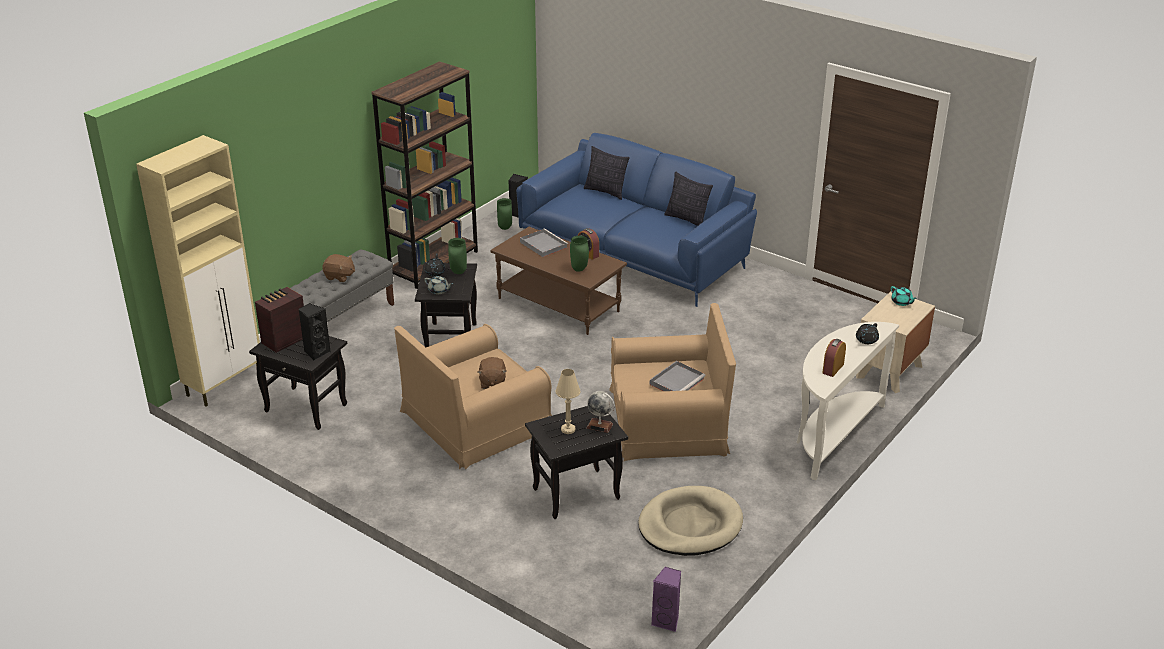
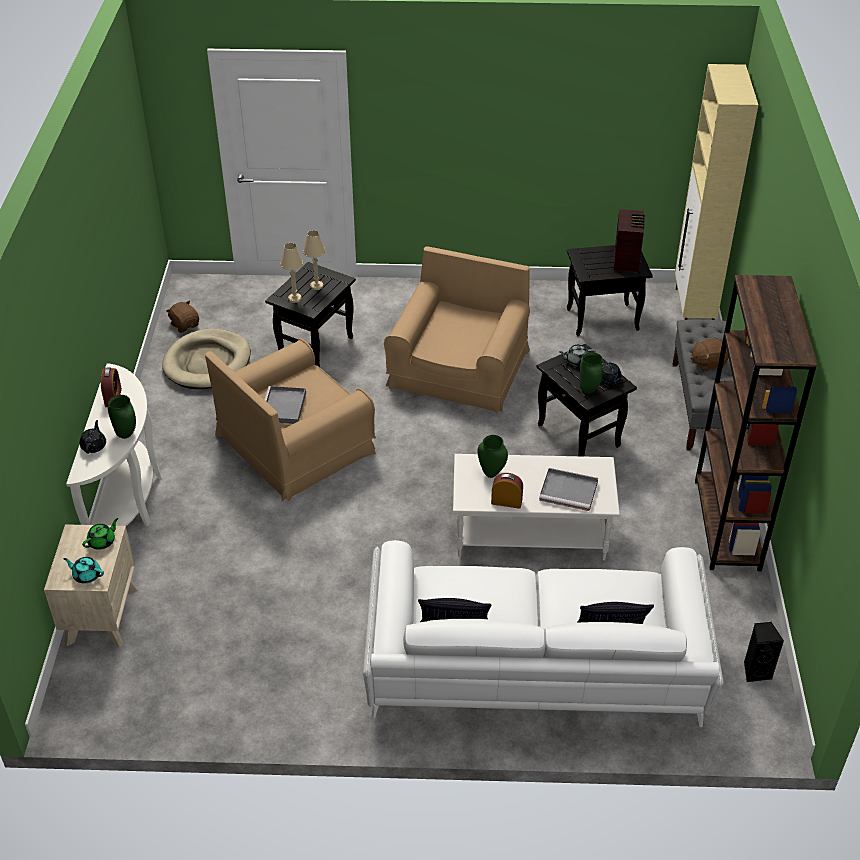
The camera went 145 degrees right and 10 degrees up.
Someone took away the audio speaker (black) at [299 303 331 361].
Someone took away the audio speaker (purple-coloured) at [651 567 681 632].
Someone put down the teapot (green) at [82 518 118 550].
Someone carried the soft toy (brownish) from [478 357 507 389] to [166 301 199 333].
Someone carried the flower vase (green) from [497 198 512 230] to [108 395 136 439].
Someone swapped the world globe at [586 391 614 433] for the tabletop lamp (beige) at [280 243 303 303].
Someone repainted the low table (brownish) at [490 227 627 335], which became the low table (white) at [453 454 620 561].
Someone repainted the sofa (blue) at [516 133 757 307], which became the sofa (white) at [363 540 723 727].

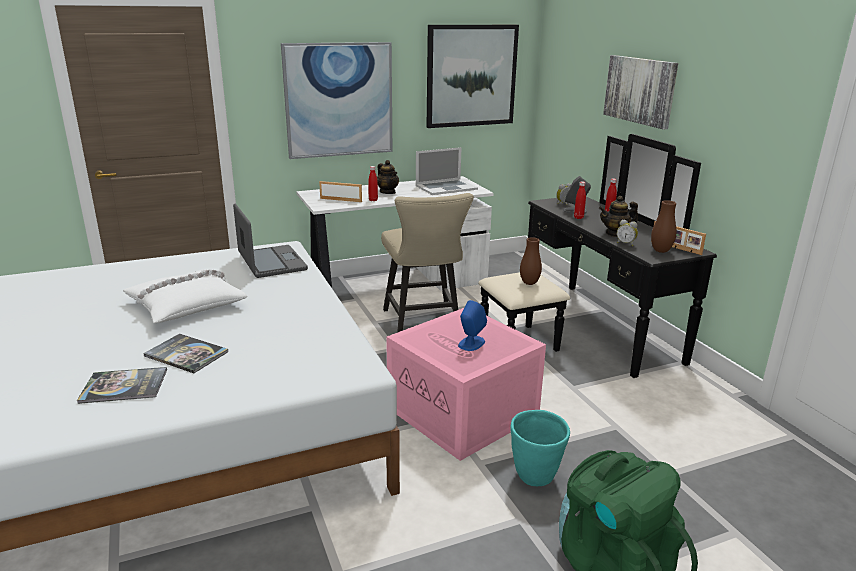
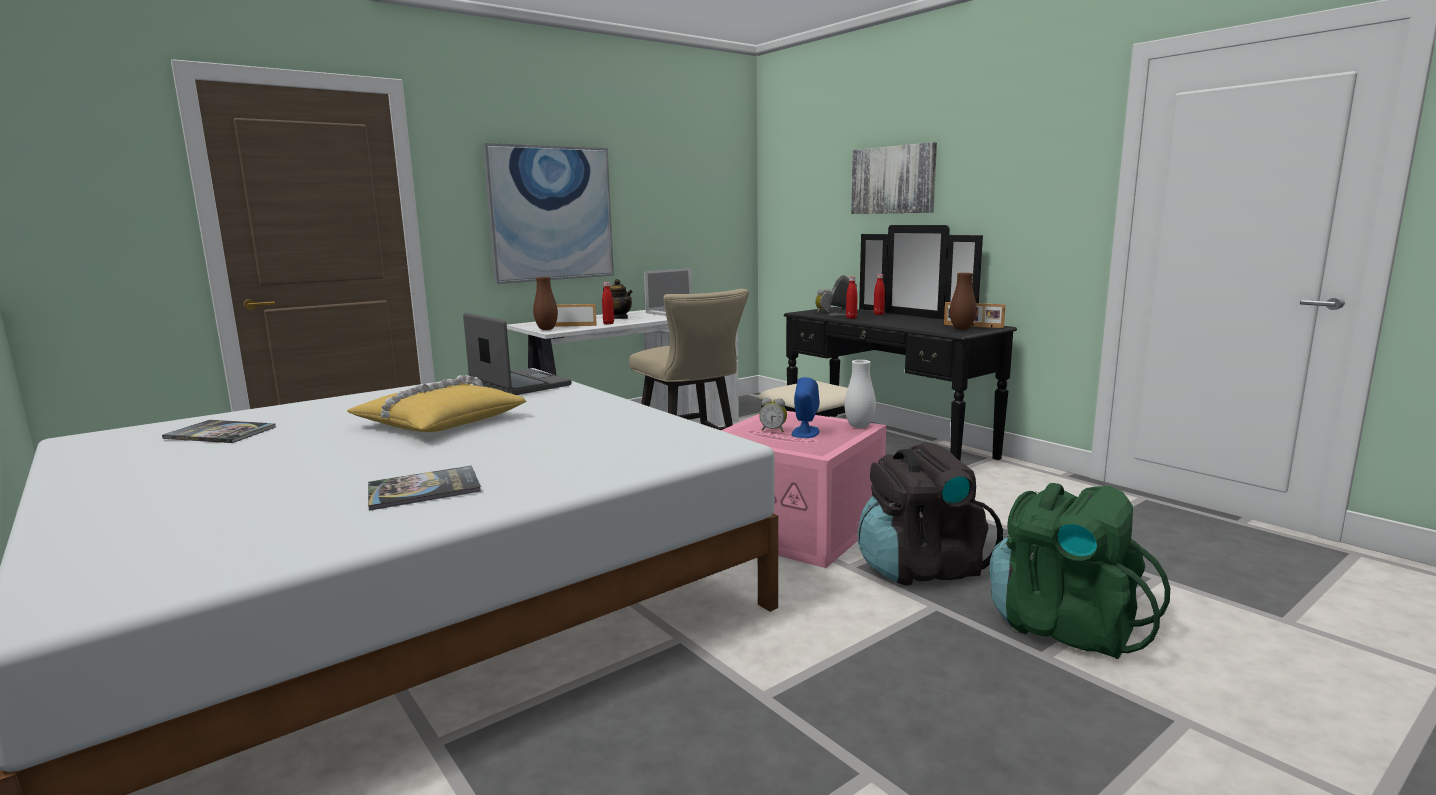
The camera went 15 degrees left and 10 degrees down.
Someone took away the wall picture at [427 25 519 128].
Someone took away the teapot at [599 196 638 237].
Someone put down the flower vase (white) at [844 360 876 428].
Someone carried the volume from [143 334 228 373] to [162 420 276 443].
Someone carried the flower vase (brownish) from [520 237 542 285] to [533 277 558 330].
Someone carried the table clock from [617 219 638 246] to [759 398 787 432].
Someone swapped the planter (turquoise) at [511 410 570 486] for the rucksack (black) at [858 442 1003 585].
Someone repainted the throw pillow (white) at [123 269 247 323], which became the throw pillow (yellowish) at [347 375 526 432].

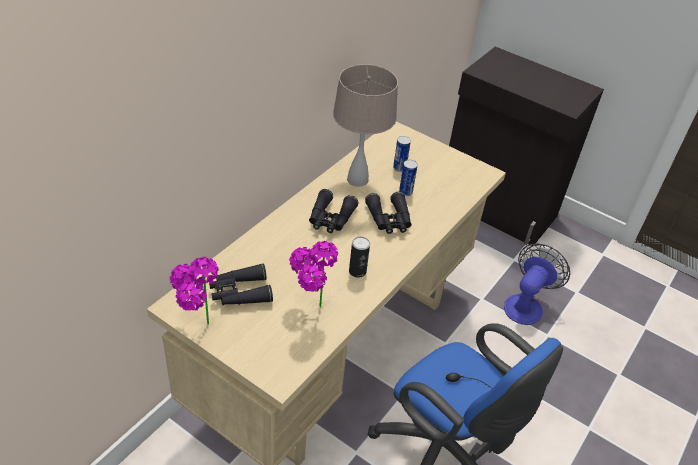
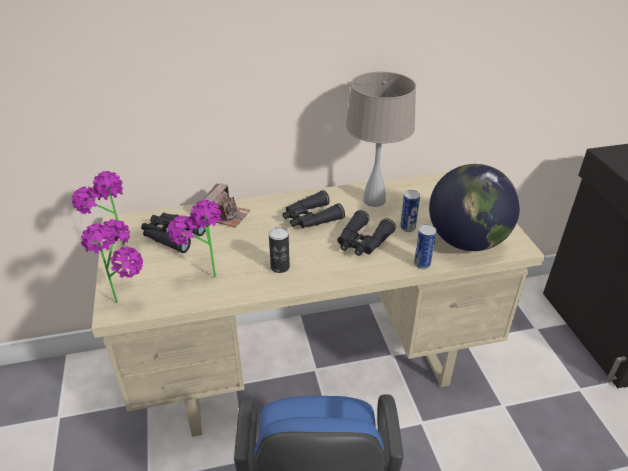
The camera went 45 degrees right and 5 degrees down.
Someone took away the cooling fan at [504 244 570 325].
Someone put down the potted plant at [81 219 143 303].
Someone put down the still camera at [203 183 250 228].
Someone put down the world globe at [429 164 520 251].
Someone carried the metal can from [393 136 411 172] to [414 225 436 269].

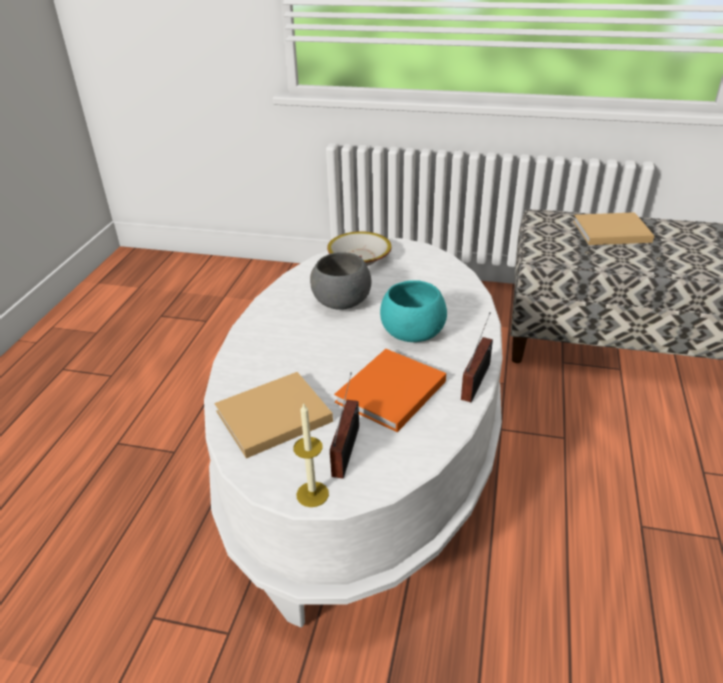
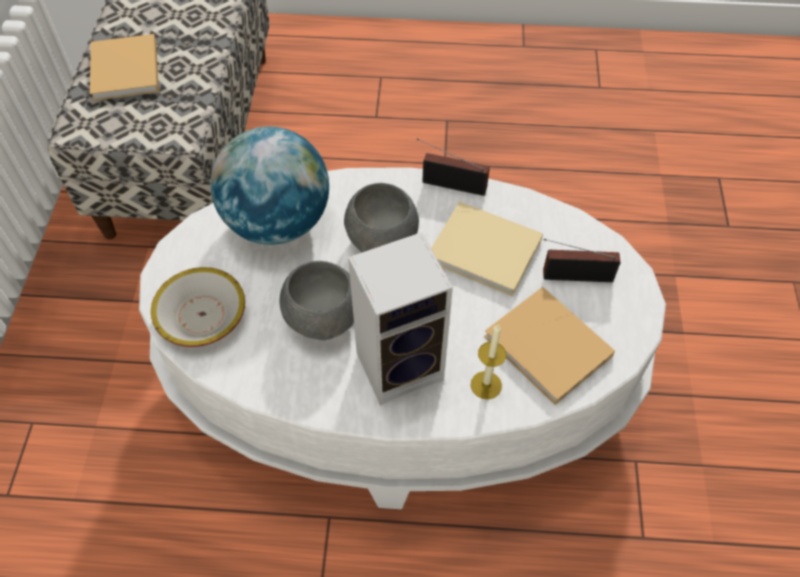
The camera went 100 degrees left and 20 degrees up.
Someone put down the world globe at [211 126 329 245].
Someone put down the audio speaker at [348 232 453 406].
Someone carried the wax light from [293 402 329 507] to [471 325 506 399].
Someone repainted the volume (orange) at [334 349 446 432], which became the volume (beige) at [431 201 543 296].
Someone repainted the deep dish (turquoise) at [380 280 447 342], which became the deep dish (grey) at [344 183 419 252].

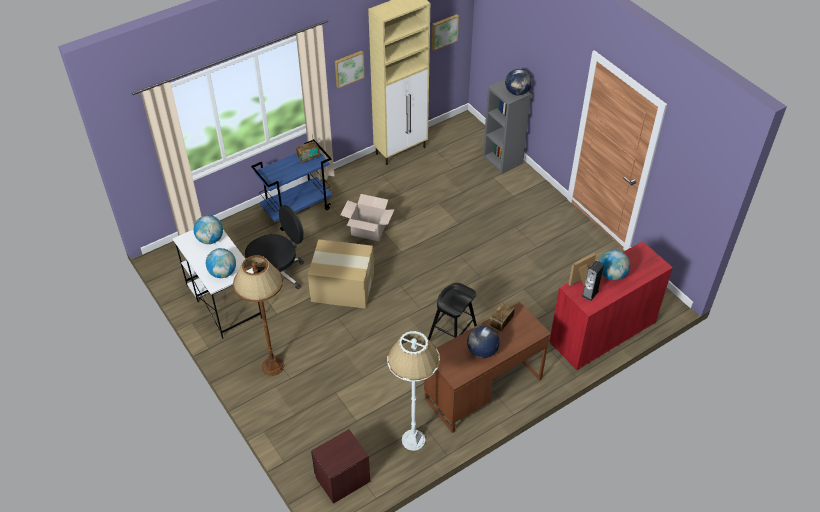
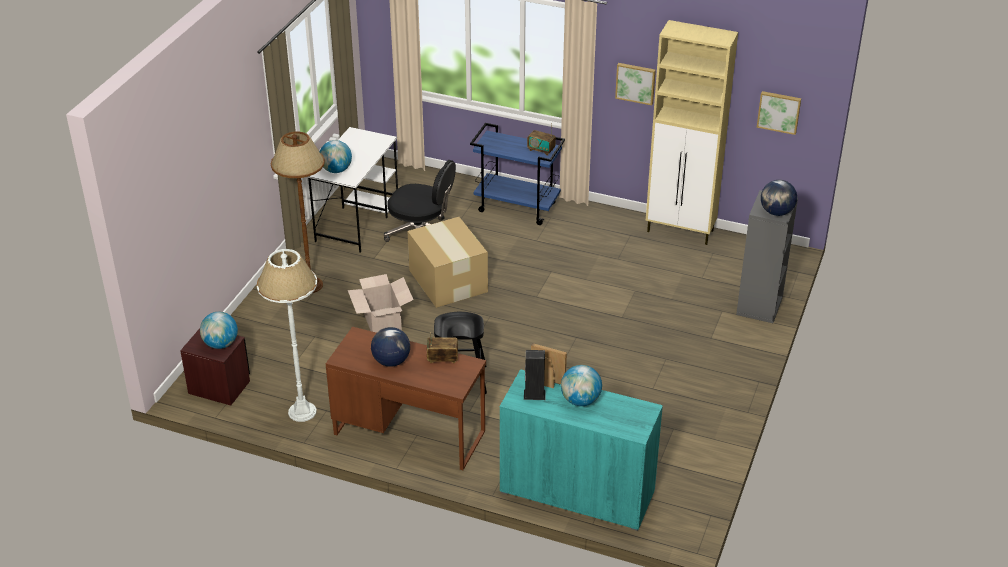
The camera went 55 degrees right and 10 degrees down.
Someone carried the world globe from [194 215 223 244] to [200 312 238 349].
Someone carried the cardboard box from [341 194 395 241] to [348 274 413 333].
Someone repainted the storage cabinet (red-coloured) at [549 241 673 371], which became the storage cabinet (turquoise) at [500 369 663 531].

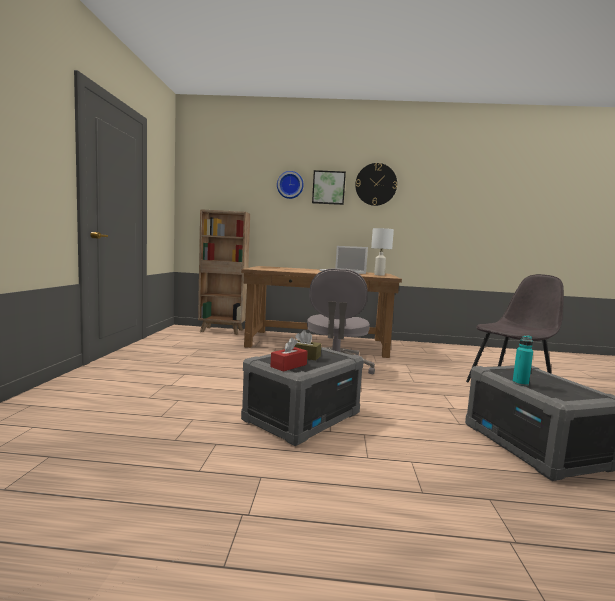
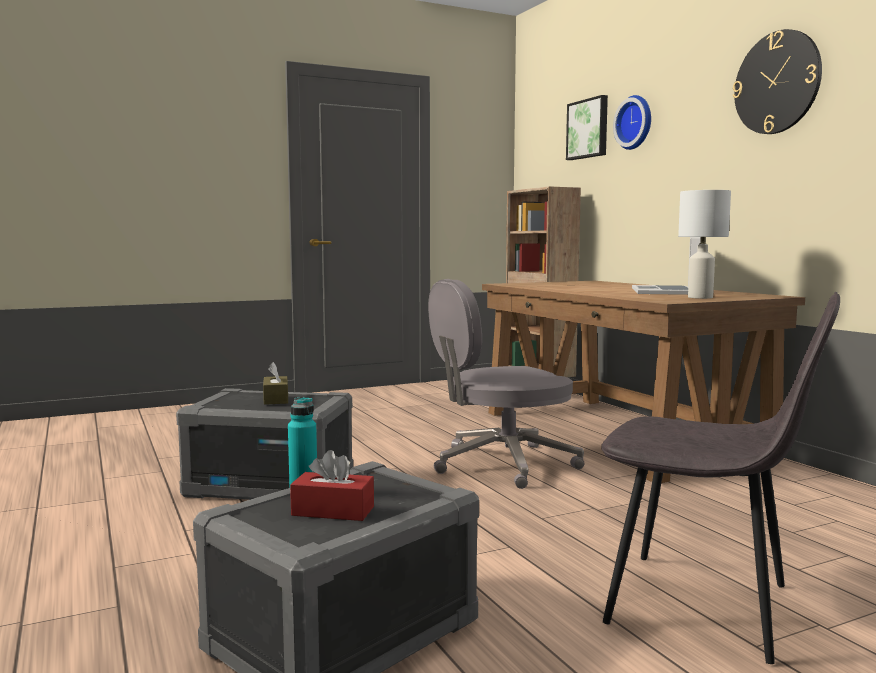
The camera went 60 degrees right and 0 degrees up.
Someone carried the tissue box (red-coloured) from [271 337 308 372] to [290 450 374 521].
Someone carried the wall picture from [312 170 346 205] to [566 95 608 160].

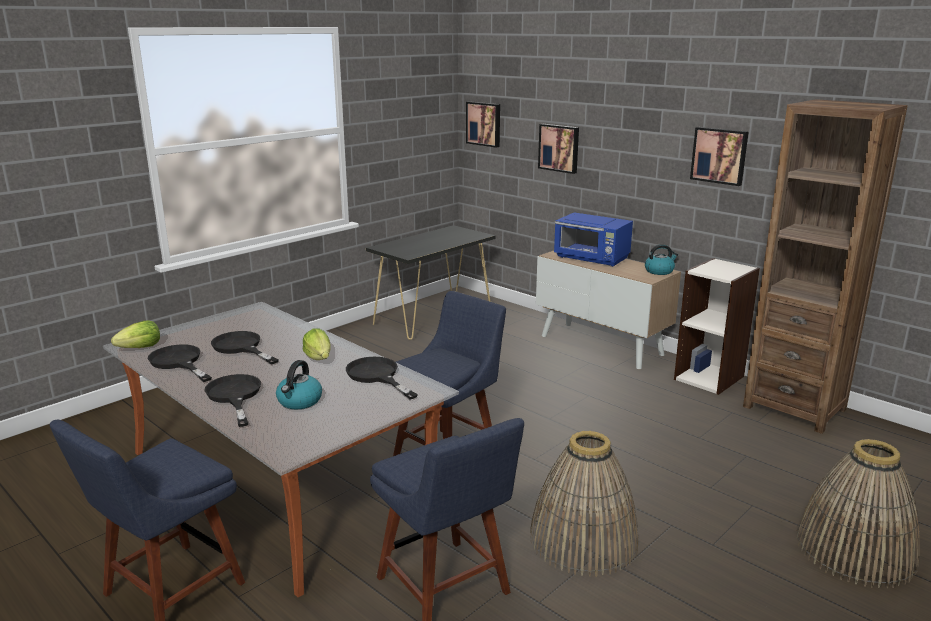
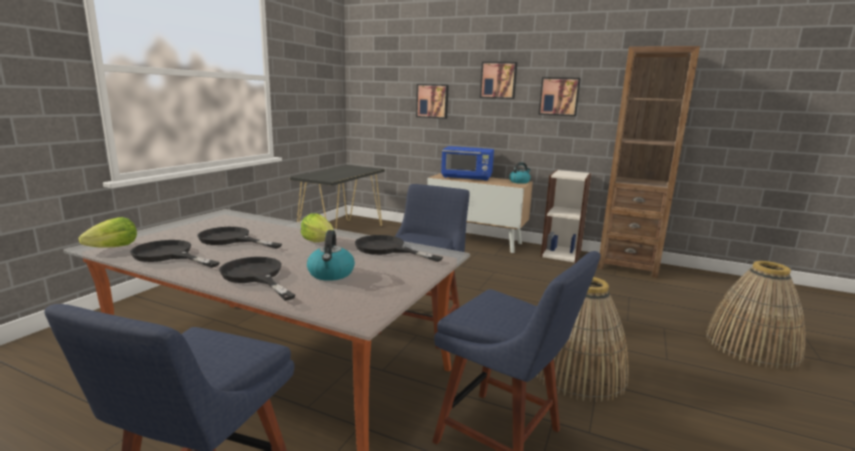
The camera went 20 degrees left and 5 degrees down.
Someone carried the wall picture from [466 101 500 147] to [480 62 517 99].

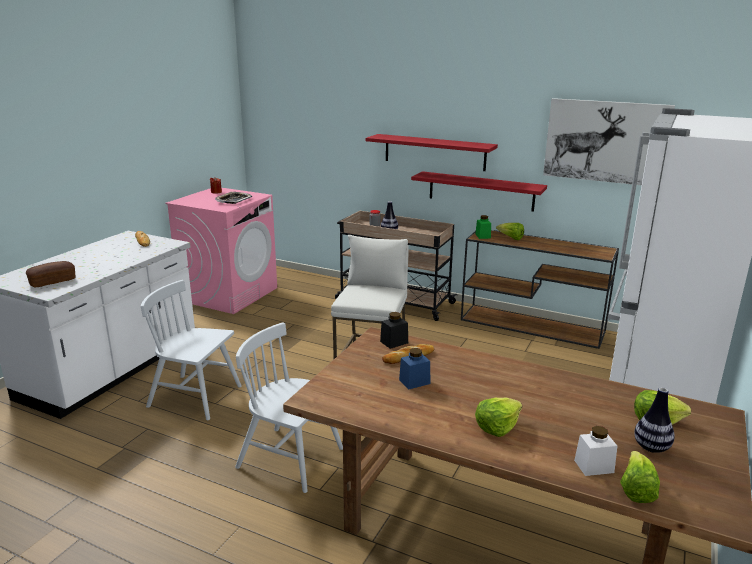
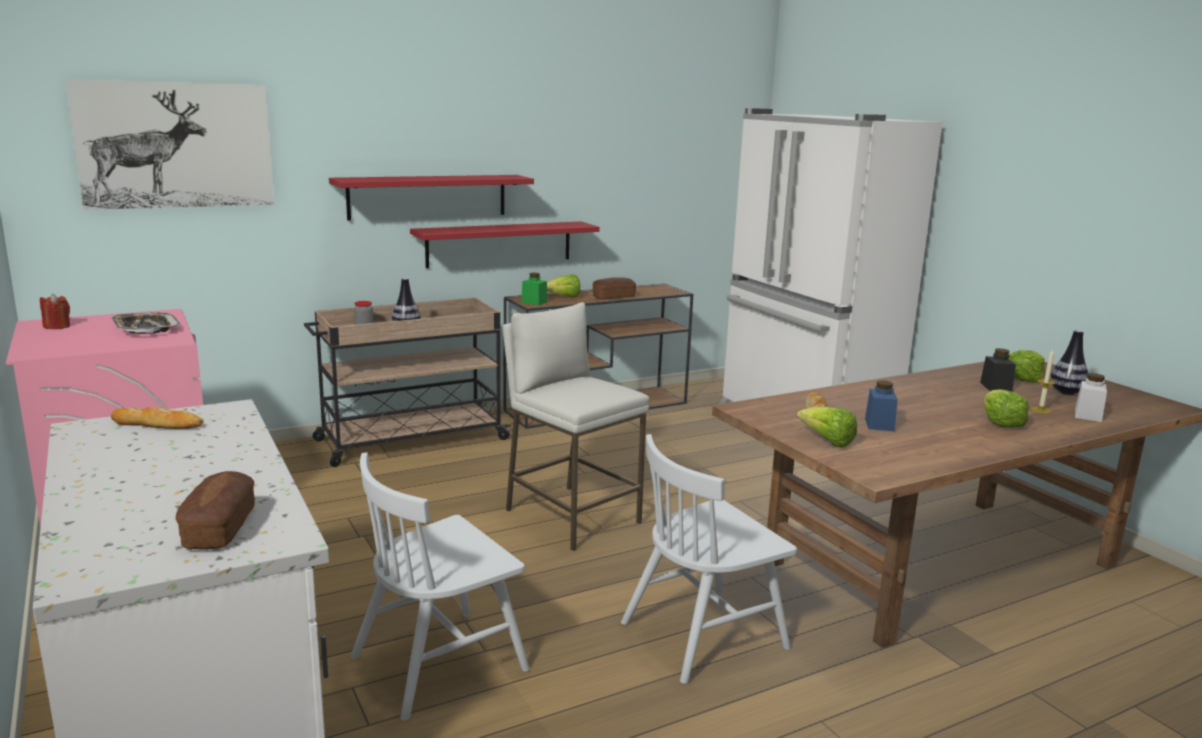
The camera went 55 degrees left and 5 degrees down.
Someone put down the bakery bread at [593 277 636 299].
Someone put down the wax light at [1030 349 1056 414].
Someone carried the storage jar (black) from [380 312 408 349] to [980 348 1016 392].
Someone carried the wall picture from [543 98 675 186] to [65 79 274 210].
Someone carried the lettuce head from [620 451 660 503] to [797 407 857 448].

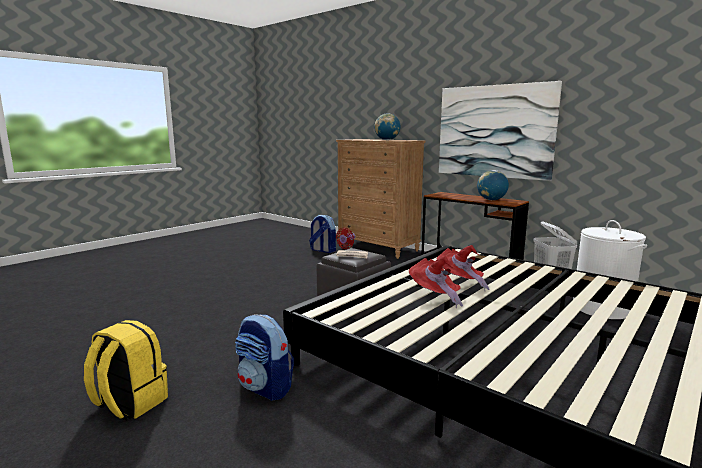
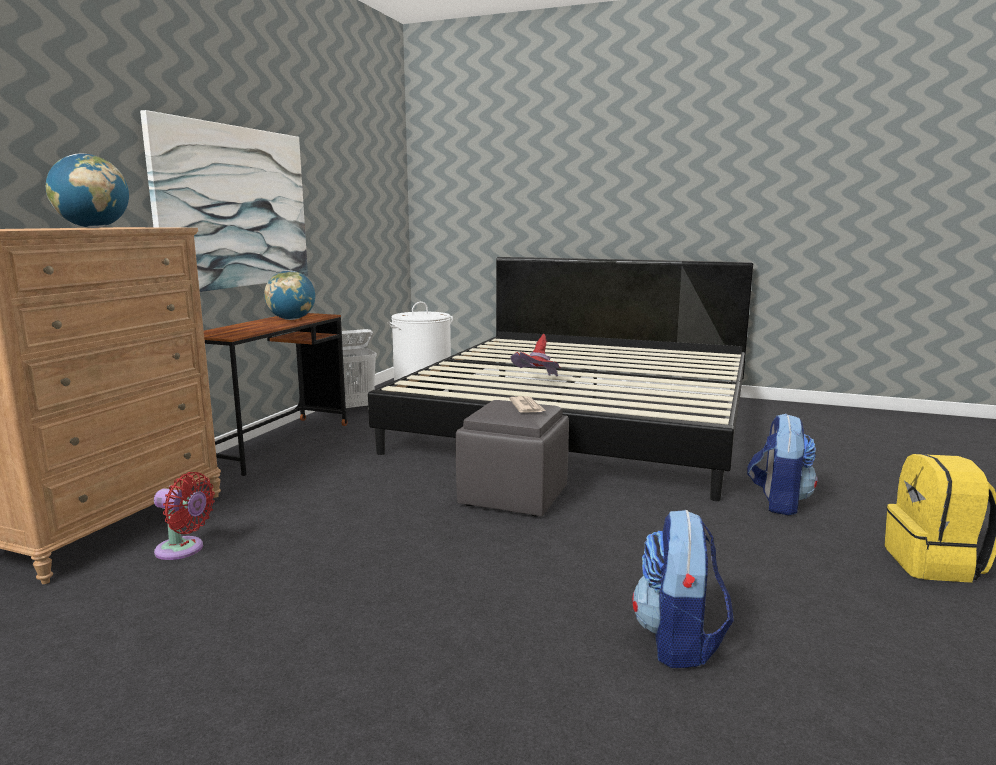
The camera went 110 degrees left and 0 degrees up.
Someone took away the wearable hat (red-coloured) at [409 256 463 308].
Someone carried the rucksack from [309 215 336 253] to [632 510 734 668].

